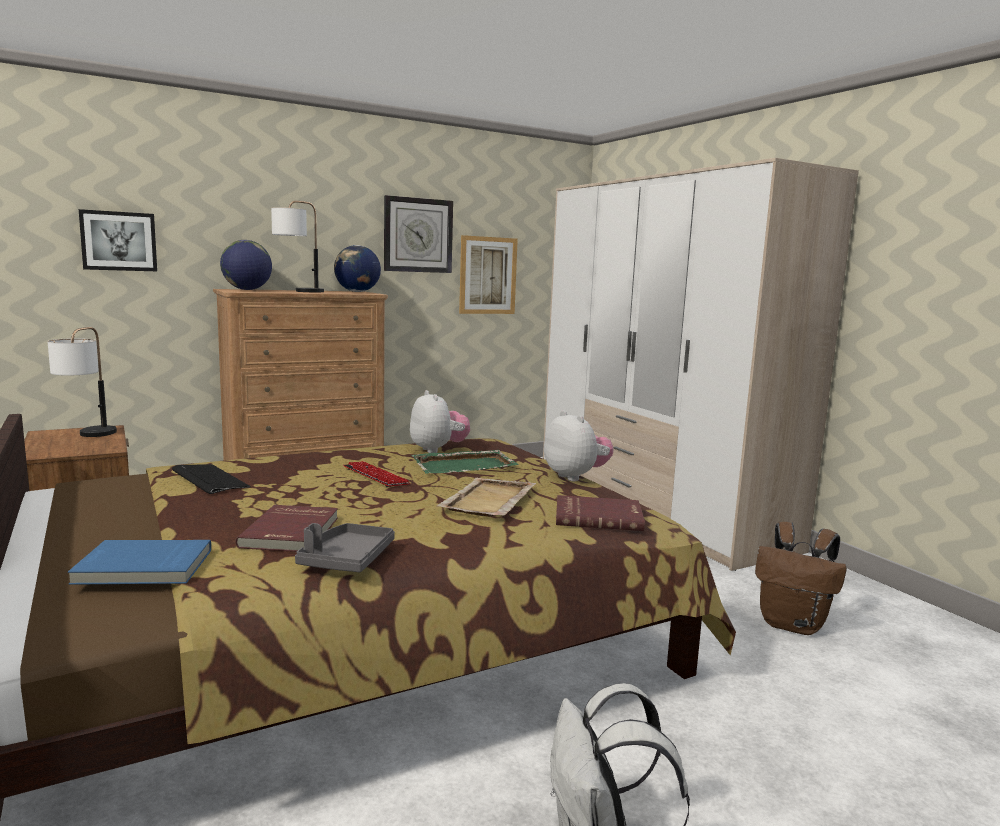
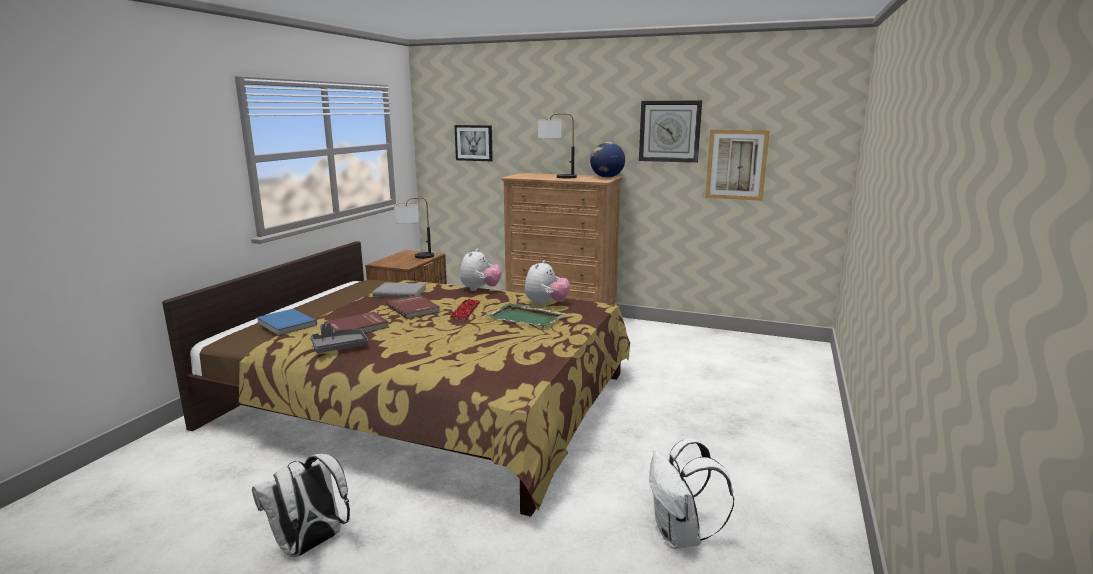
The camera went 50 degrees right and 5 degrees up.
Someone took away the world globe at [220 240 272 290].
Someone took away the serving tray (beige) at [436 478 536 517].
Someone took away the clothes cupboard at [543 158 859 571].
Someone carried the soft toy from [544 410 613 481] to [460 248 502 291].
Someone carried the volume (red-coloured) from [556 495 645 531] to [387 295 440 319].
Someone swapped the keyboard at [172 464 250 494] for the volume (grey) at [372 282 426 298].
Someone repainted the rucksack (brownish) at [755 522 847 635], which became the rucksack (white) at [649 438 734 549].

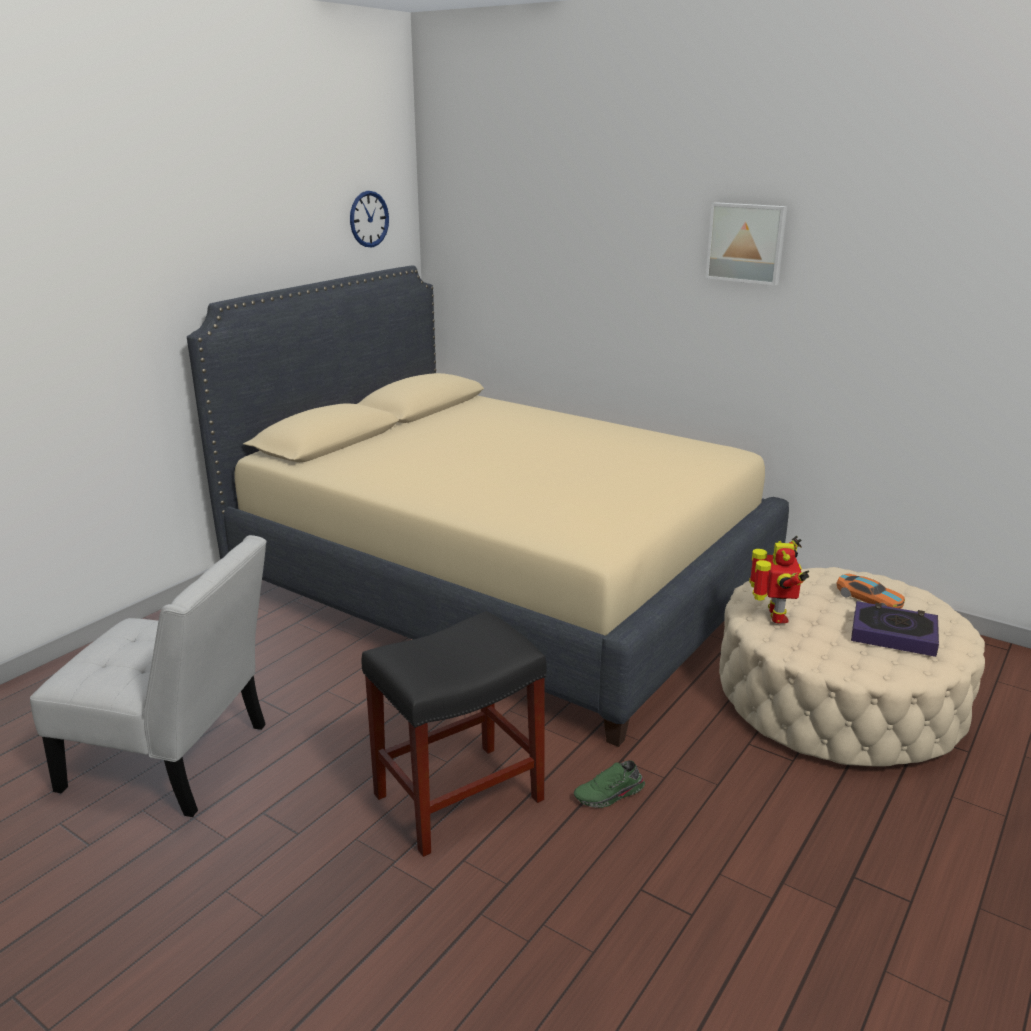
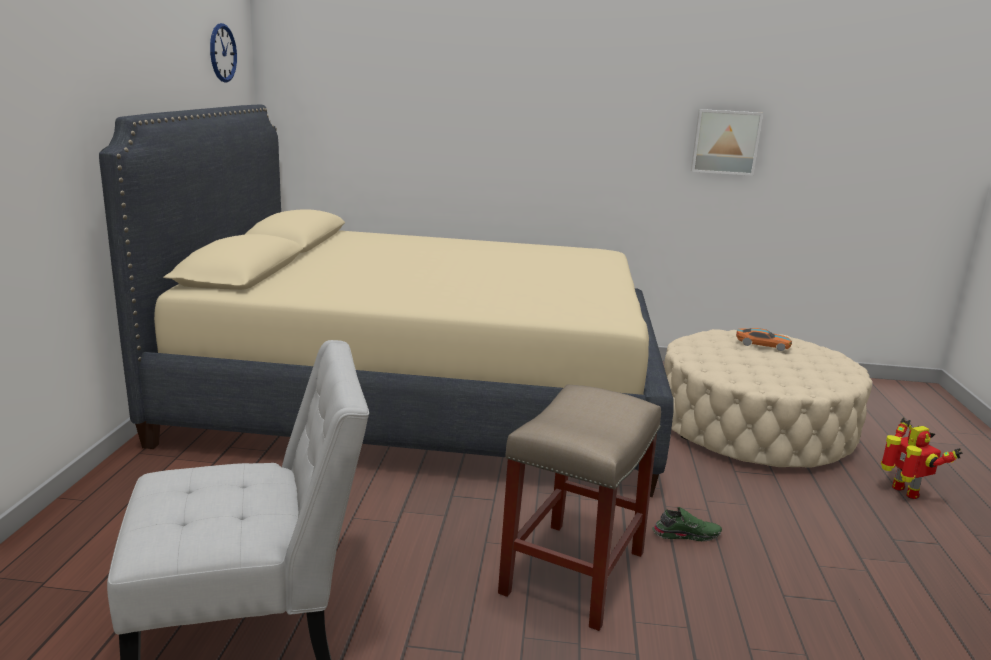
The camera went 30 degrees left and 5 degrees down.
Someone took away the volume at [851 601 939 657].
Someone carried the wall picture from [705 202 787 286] to [691 109 763 176].
Someone carried the toy robot from [749 536 809 624] to [881 418 963 499].
Someone repainted the sitting stool (black) at [361 611 546 857], which became the sitting stool (beige) at [498 385 661 631].
Someone rotated the item of footwear (green) at [574 760 645 808] by 135 degrees counterclockwise.

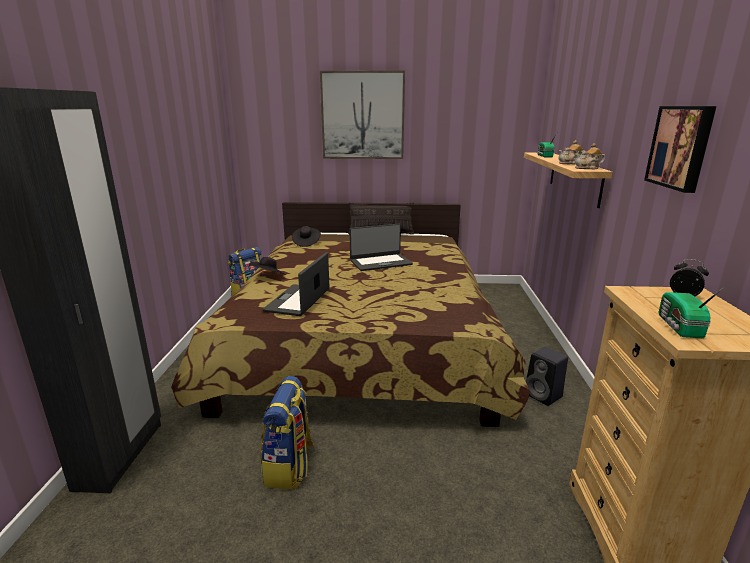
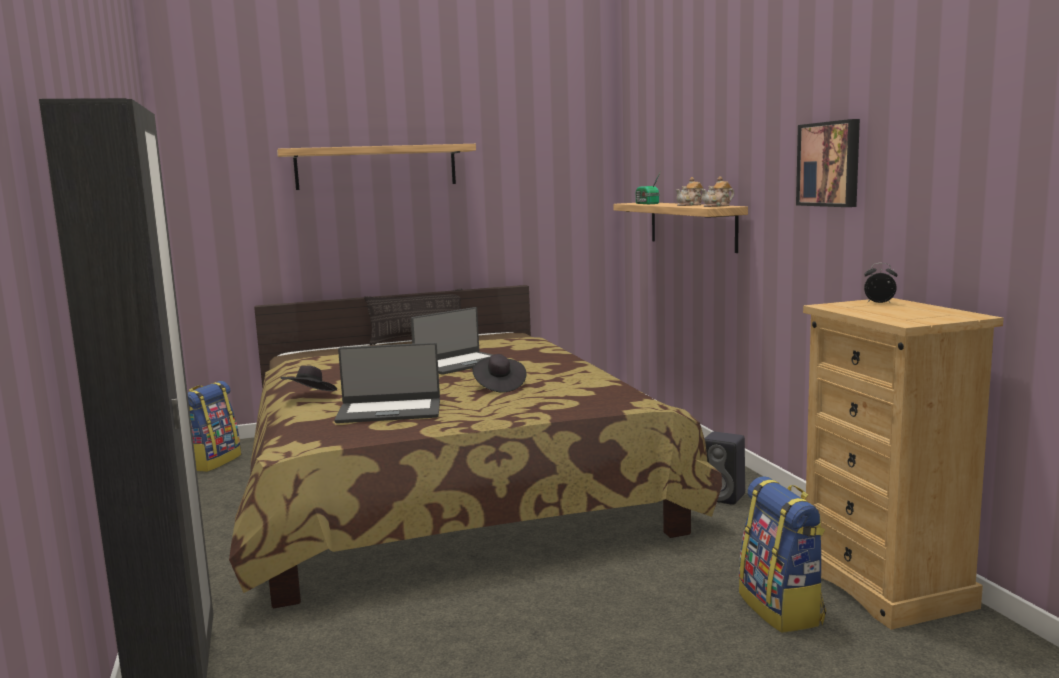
The camera went 20 degrees left and 10 degrees down.
Someone took away the radio receiver at [659 287 724 338].
Someone carried the rucksack from [260 376 315 489] to [739 476 826 633].
Someone carried the wearable hat (black) from [292 226 321 247] to [472 354 527 393].
Someone swapped the wall picture at [320 70 405 159] for the shelf at [277 144 476 190].
Someone rotated the laptop at [262 252 330 316] by 90 degrees counterclockwise.

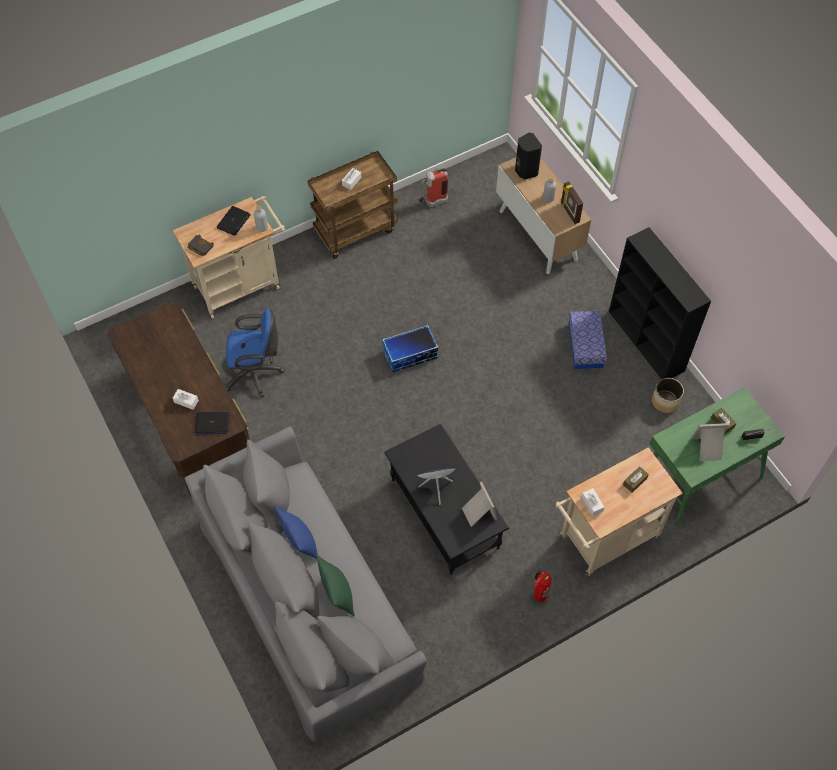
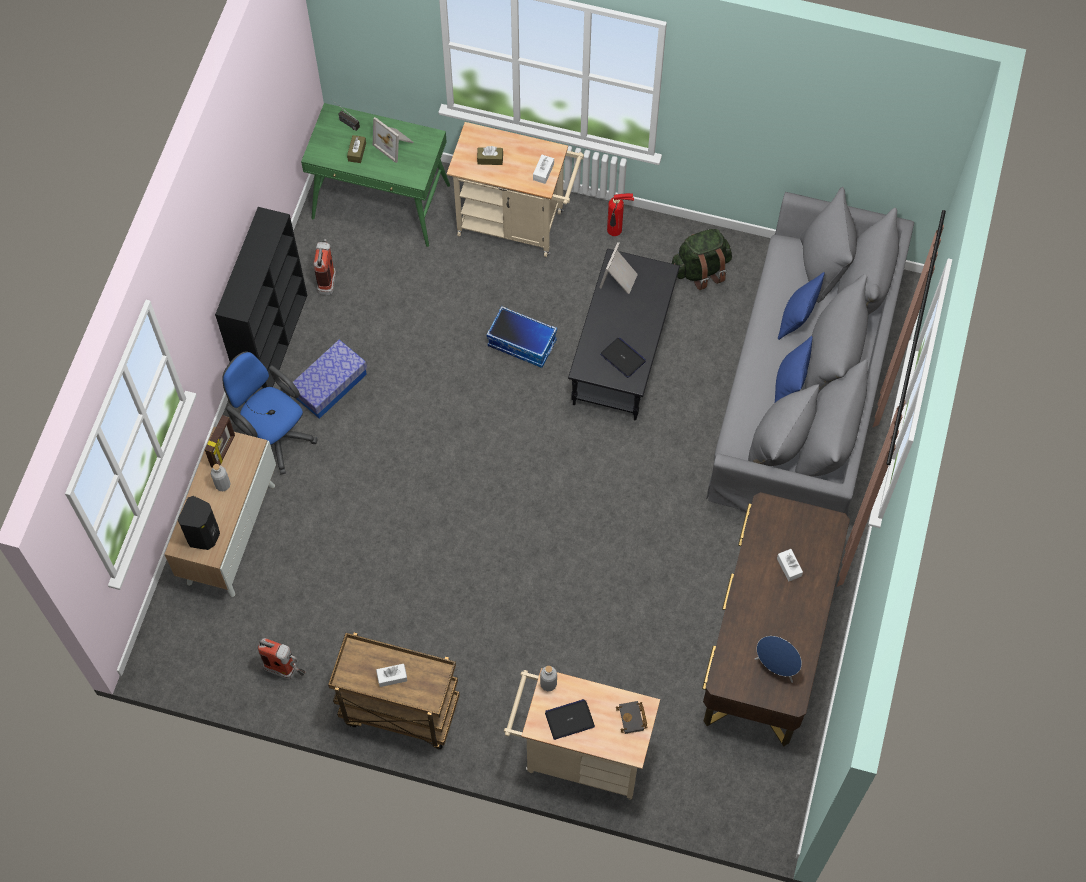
The camera went 135 degrees left and 5 degrees up.
Someone put down the rucksack (green) at [672 229 732 290].
Someone carried the laptop from [195 412 230 434] to [600 338 646 378].
Someone carried the desk chair (blue) from [225 308 284 398] to [222 351 318 474].
Someone carried the storage box from [382 325 438 372] to [486 306 557 368].
Someone carried the audio speaker (blue) from [417 468 455 505] to [755 636 802 683].
Someone swapped the planter at [652 378 684 413] for the fire extinguisher at [313 239 336 295].
Someone repainted the throw pillow (green) at [316 555 355 616], which became the throw pillow (blue) at [778 272 825 340].

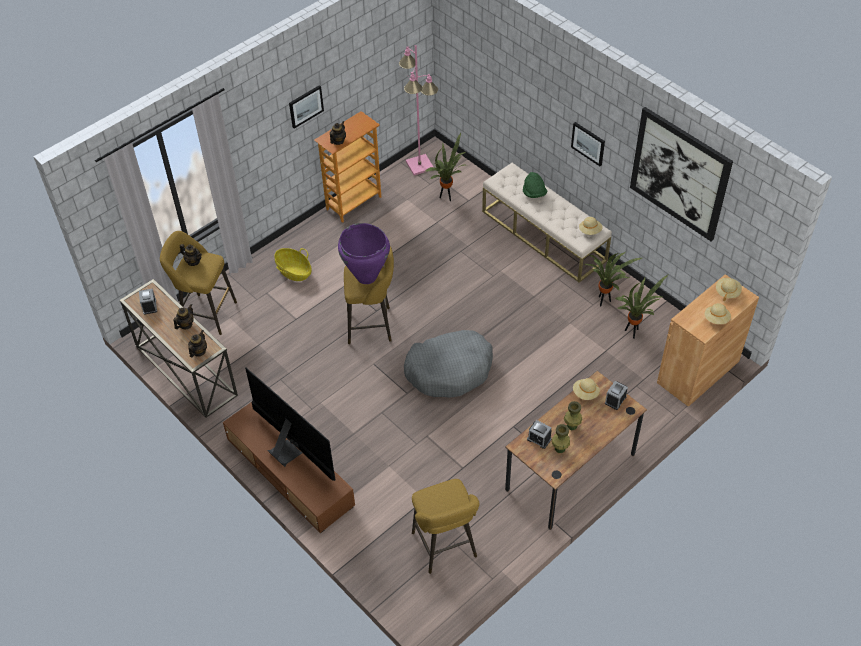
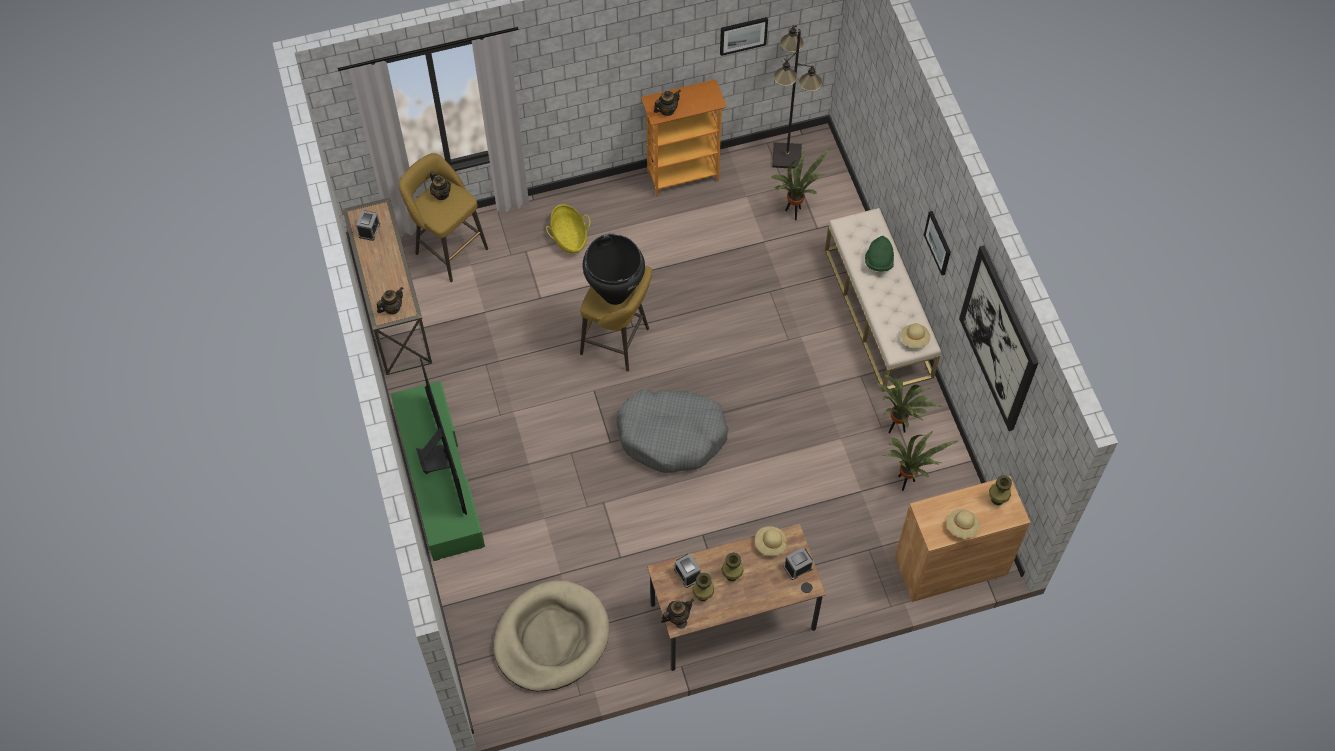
The camera went 25 degrees right and 10 degrees up.
Someone carried the teapot from [173 304 194 330] to [661 599 694 625].
Someone carried the wall picture from [289 85 324 129] to [720 17 768 56].
Someone swapped the sitting stool (yellowish) at [412 479 479 574] for the dog cushion (beige) at [493 580 609 691].
Someone swapped the wearable hat (beige) at [716 278 742 301] for the flower vase (green) at [989 475 1012 505].
Someone repainted the media console (brownish) at [223 403 355 534], which became the media console (green) at [391 381 485 561].
Someone repainted the flower vase (purple-coloured) at [338 223 390 284], which became the flower vase (black) at [583 234 645 305].
Someone repainted the standard lamp (pinkish) at [399 45 438 175], which became the standard lamp (black) at [772 25 822 169].

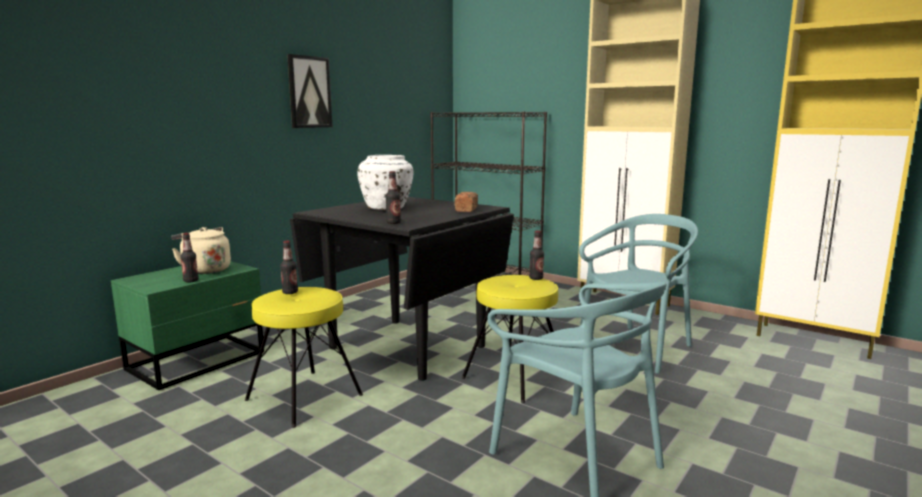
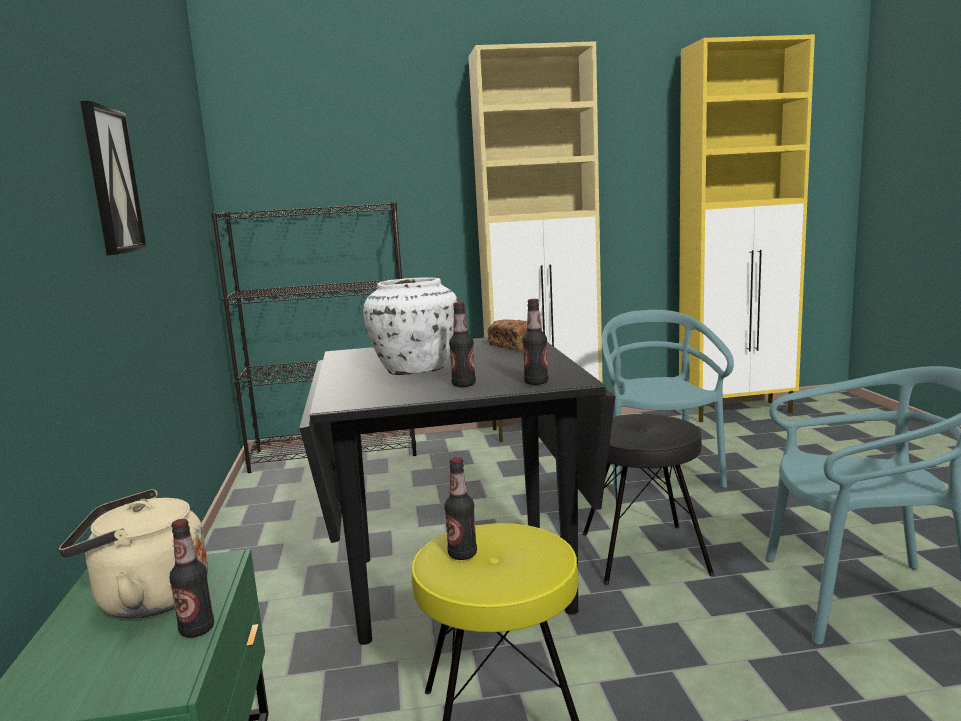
The camera went 45 degrees left and 0 degrees up.
Someone carried the drink bottle from [529 231 544 280] to [449 302 476 387].
Someone repainted the sitting stool (yellowish) at [462 275 558 403], which became the sitting stool (black) at [582 414 715 585].

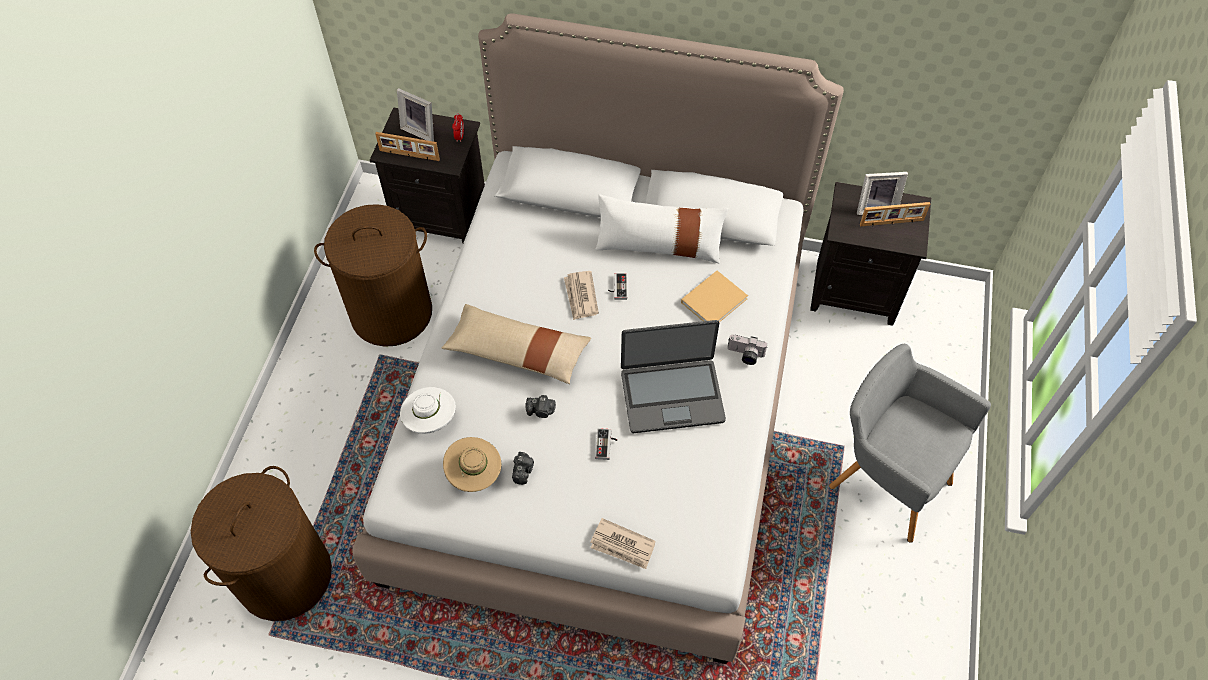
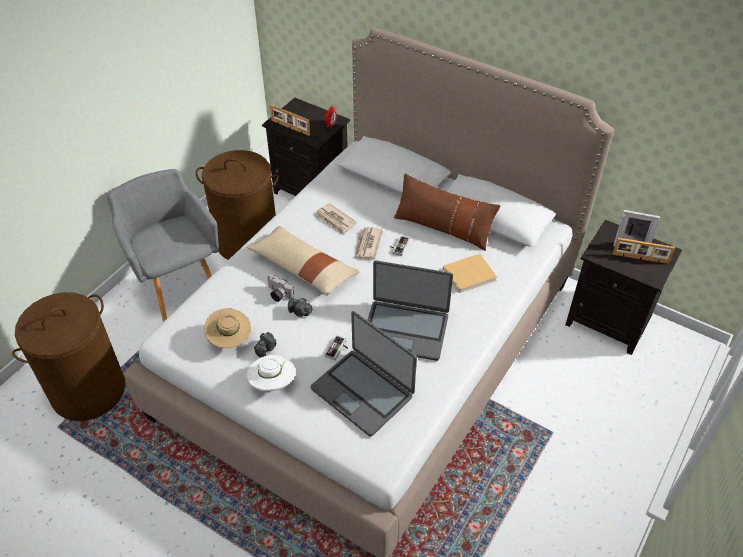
The camera went 20 degrees right and 10 degrees down.
Someone took away the picture frame at [397 88 434 142].
Someone put down the laptop at [311 311 417 437].
Someone carried the wearable hat (white) from [400 387 456 434] to [247 355 295 391].
Someone carried the daily paper from [590 518 656 569] to [315 203 357 235].
Someone carried the still camera from [727 334 768 365] to [267 274 294 302].
Someone carried the armchair (grey) from [829 344 991 543] to [107 169 219 322].
Someone repainted the throw pillow (white) at [595 194 728 263], which became the throw pillow (brownish) at [394 173 500 251].

